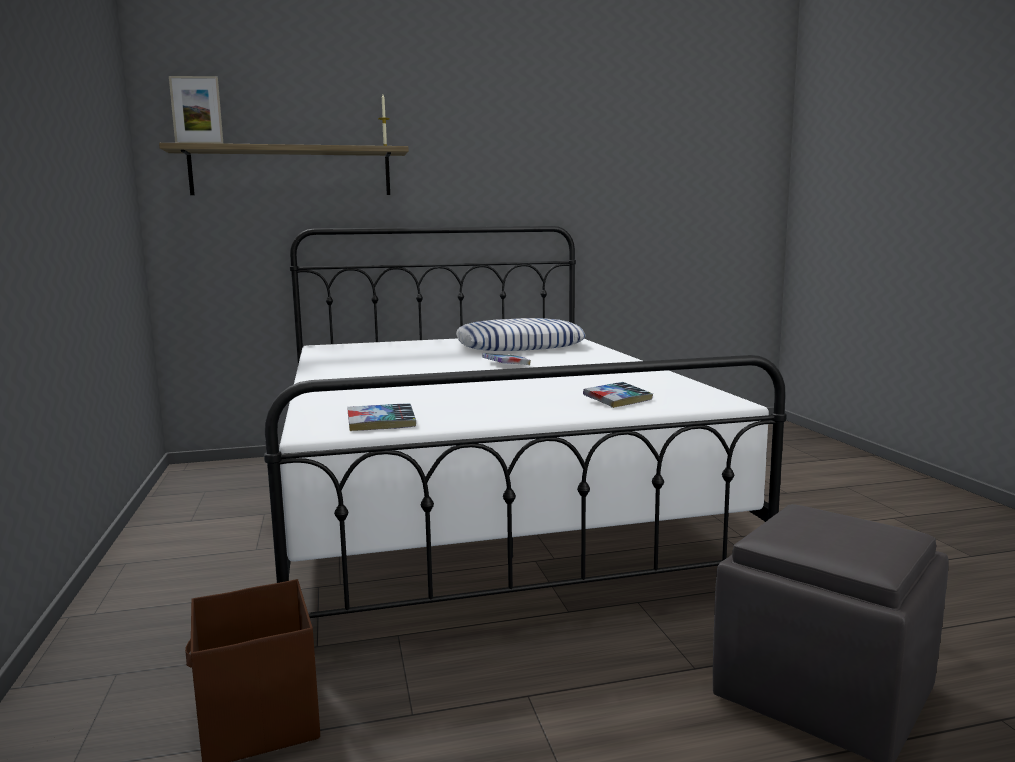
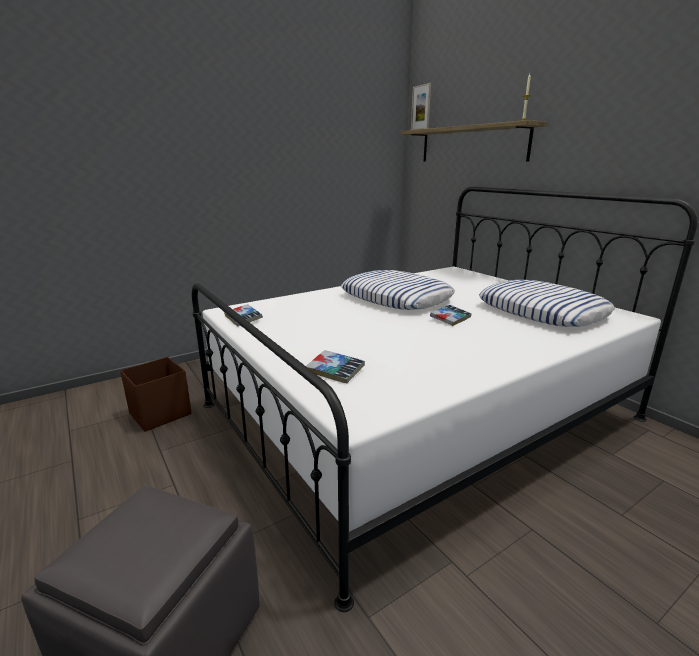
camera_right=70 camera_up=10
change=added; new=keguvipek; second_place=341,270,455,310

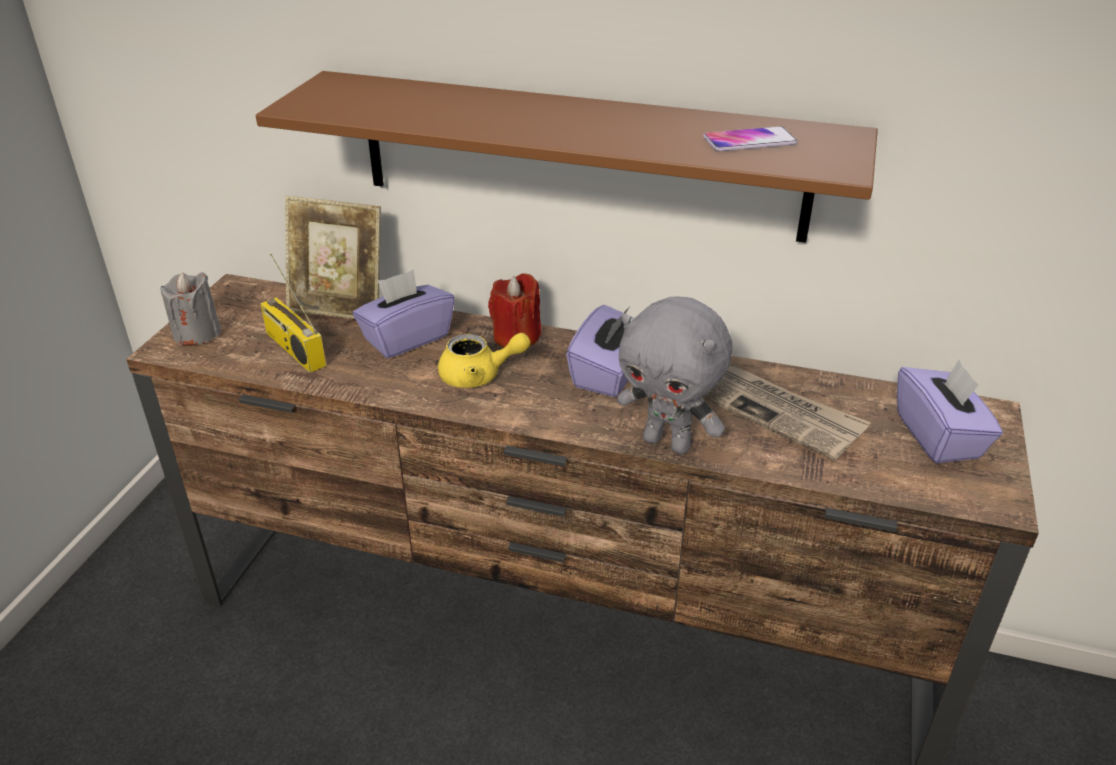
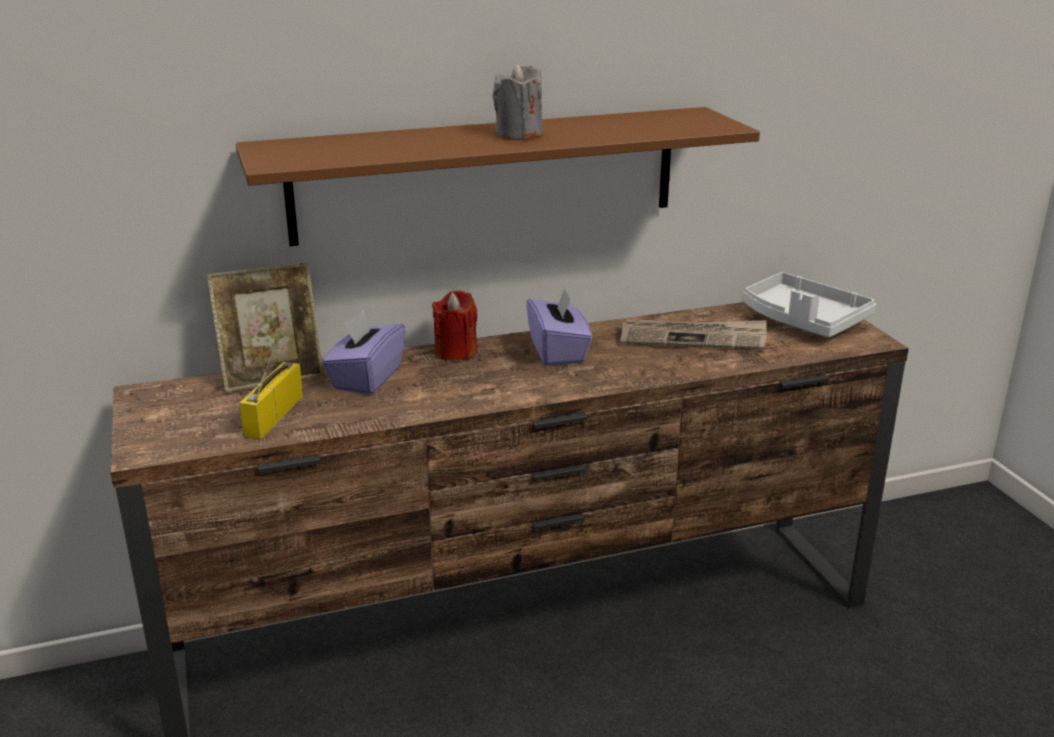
camera_right=-35 camera_up=-10
change=removed; old=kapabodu; first_place=703,126,798,151
change=turned; old=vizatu; first_place=260,254,326,373; second_place=239,317,303,439; degrees=90
change=moved; old=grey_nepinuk; first_place=160,272,221,346; second_place=493,63,543,139
change=removed; old=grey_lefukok; first_place=617,296,732,454
change=removed; old=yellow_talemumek; first_place=438,333,530,388
change=replaced; old=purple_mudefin; new=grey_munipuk; first_place=897,359,1003,463; second_place=743,272,876,338

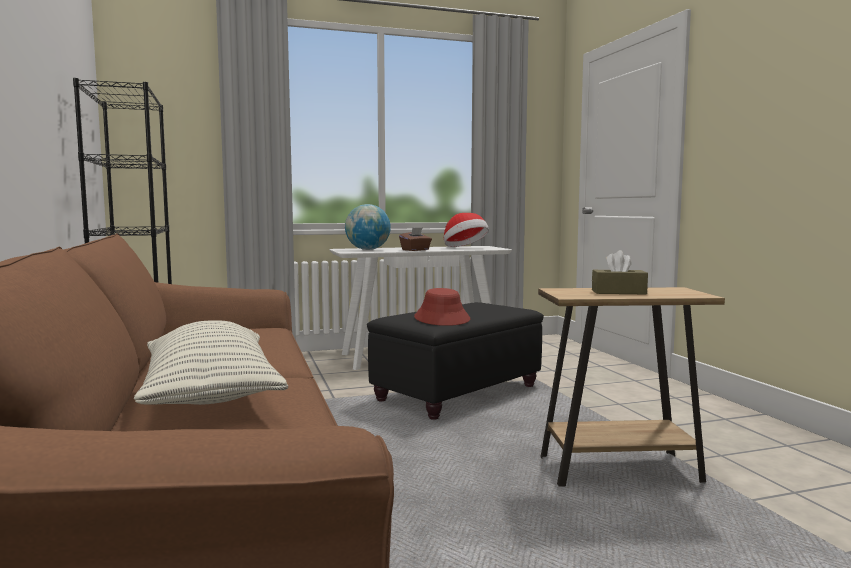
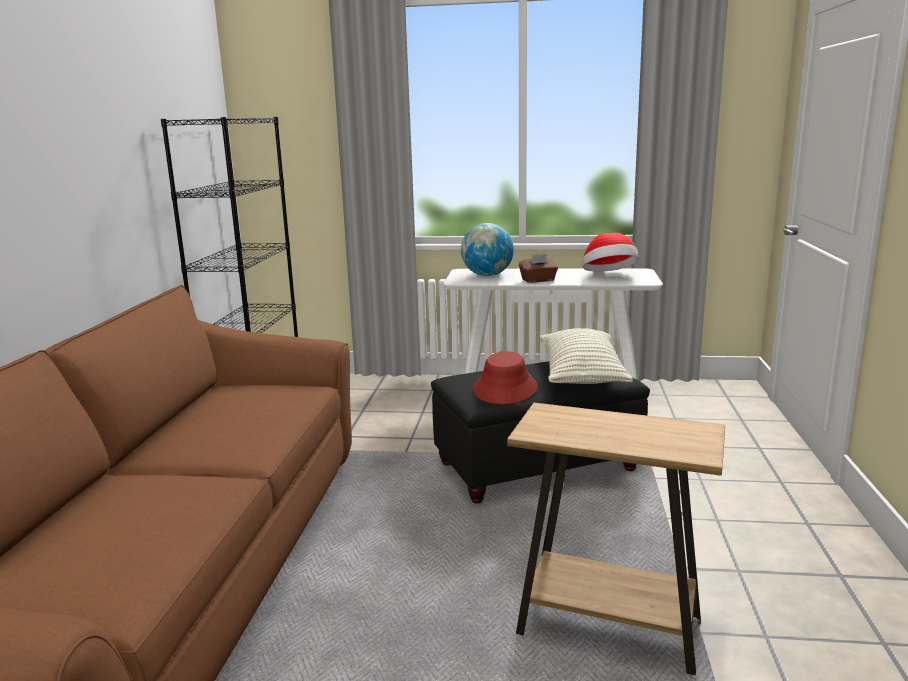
camera_right=25 camera_up=10
change=removed; old=brown_mudefin; first_place=592,250,648,294
change=moved; old=keguvipek; first_place=134,320,288,405; second_place=540,328,633,384

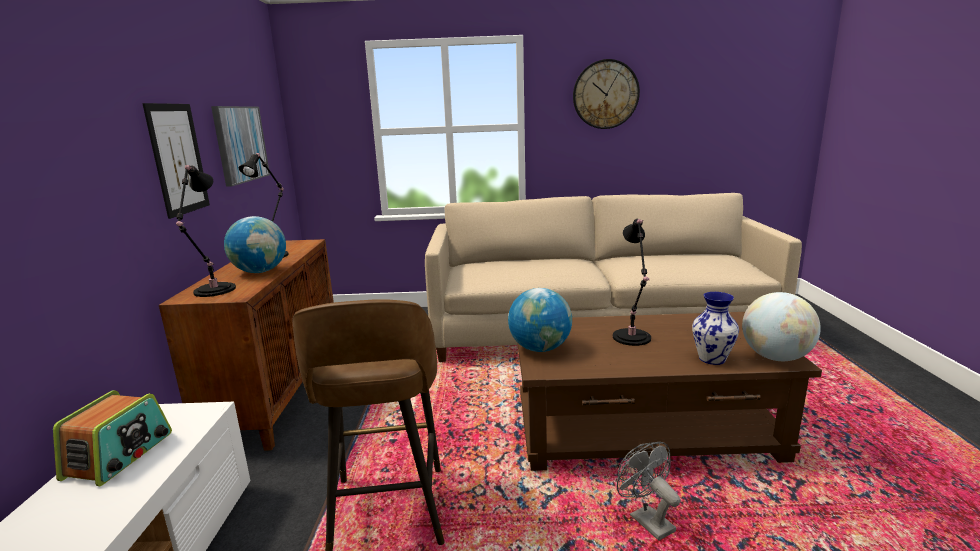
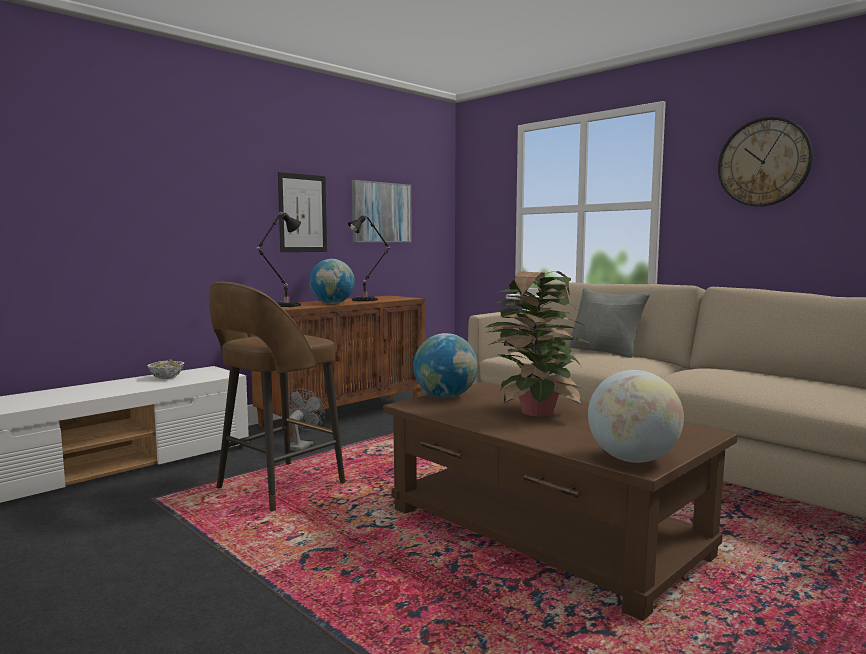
camera_right=45 camera_up=-10
change=replaced; old=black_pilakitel; new=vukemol; first_place=613,219,651,346; second_place=485,271,591,416
change=removed; old=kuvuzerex; first_place=692,292,739,365
change=replaced; old=vizatu; new=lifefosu; first_place=53,390,172,486; second_place=147,359,185,379
change=moved; old=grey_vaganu; first_place=617,442,681,541; second_place=288,389,325,451
change=added; new=grey_keguvipek; second_place=569,288,650,358

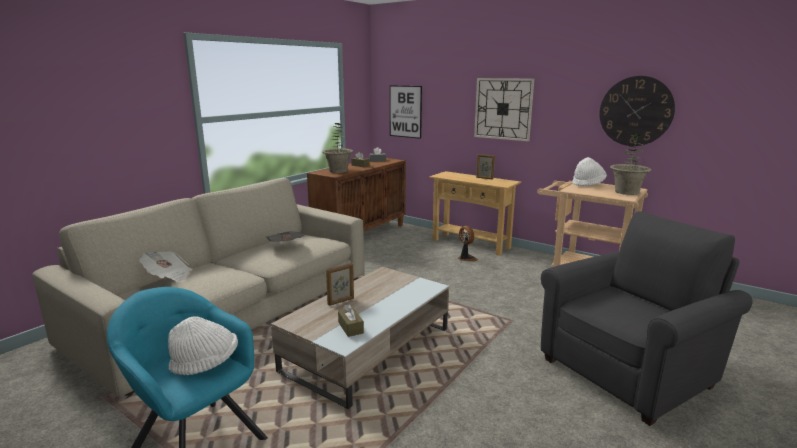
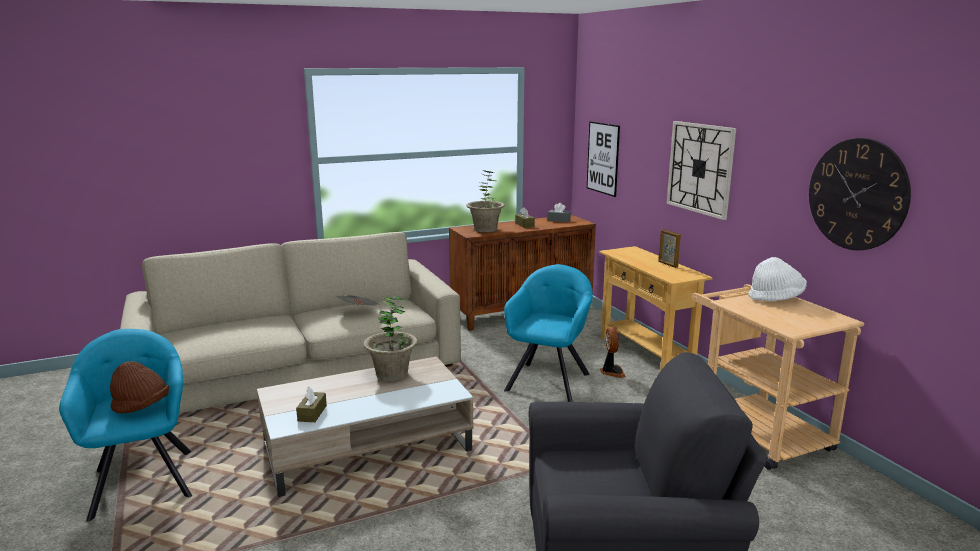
camera_right=30 camera_up=0
change=moved; old=vukemol; first_place=610,134,652,195; second_place=363,296,418,381
change=removed; old=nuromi; first_place=139,251,192,282
change=removed; old=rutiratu; first_place=326,263,354,306
change=recoloured; old=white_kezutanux; new=brown_kezutanux; first_place=168,316,238,375; second_place=110,361,169,413
change=added; new=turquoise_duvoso; second_place=504,264,593,402

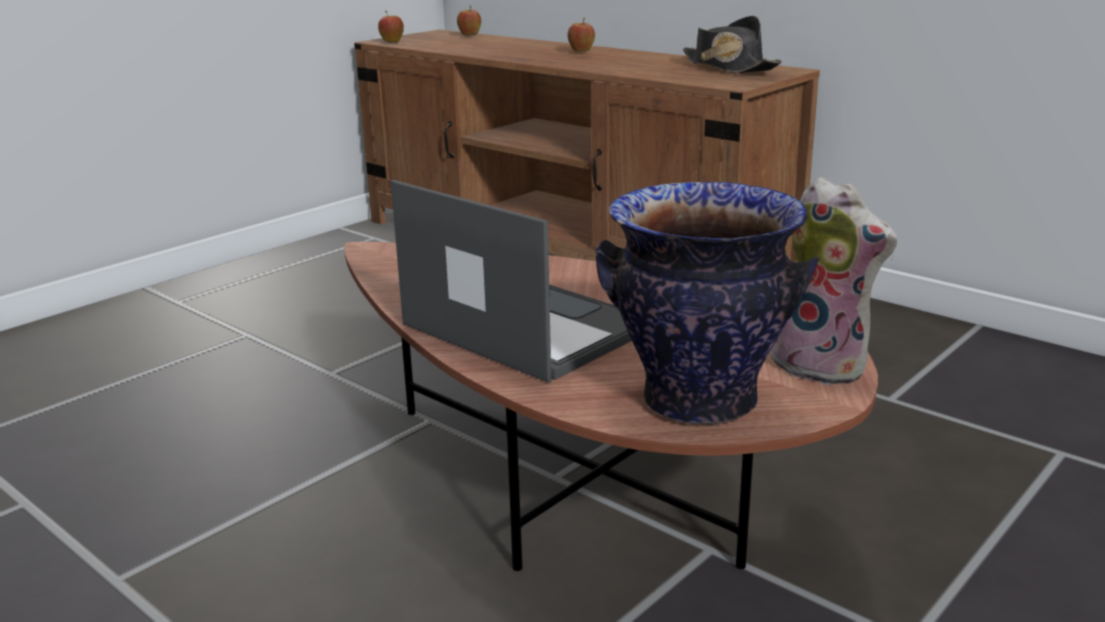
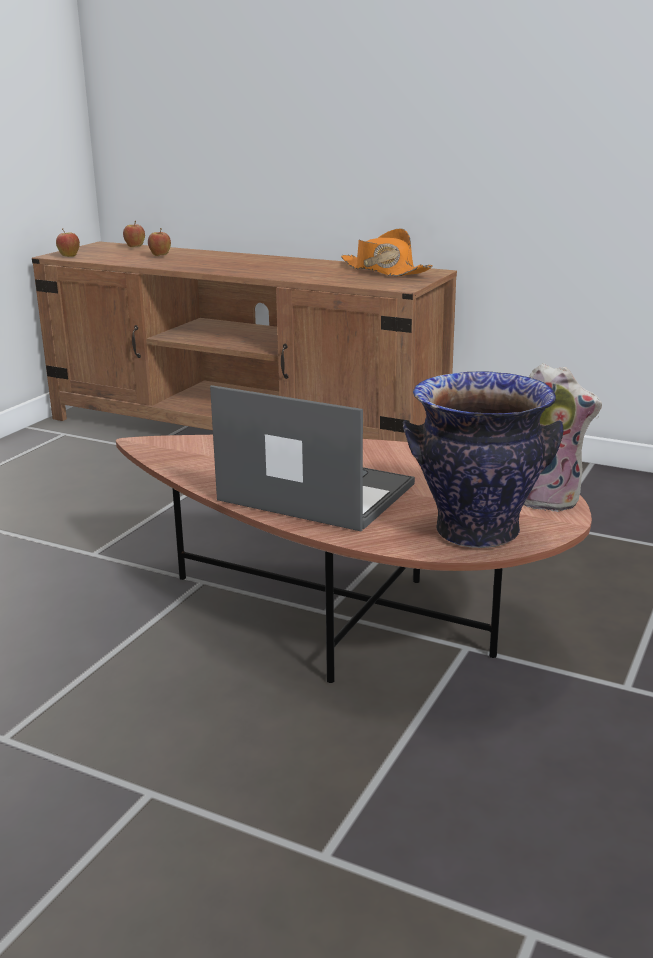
camera_right=-15 camera_up=0
change=recoloured; old=black_kezutanux; new=orange_kezutanux; first_place=683,16,782,73; second_place=341,229,433,276
change=moved; old=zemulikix; first_place=568,18,595,52; second_place=148,228,171,256

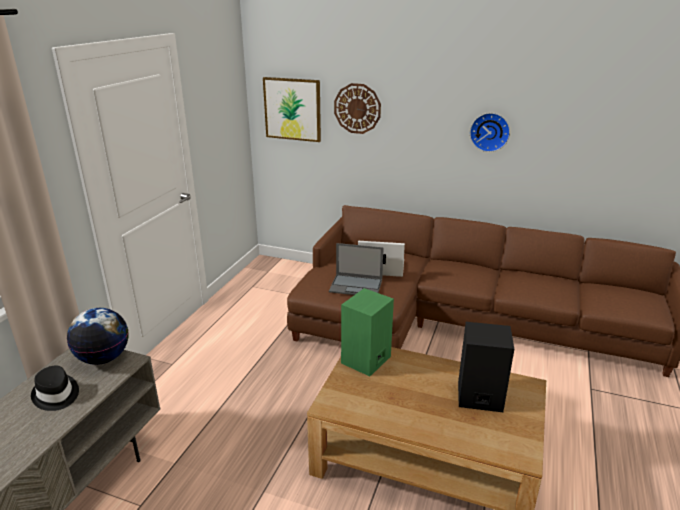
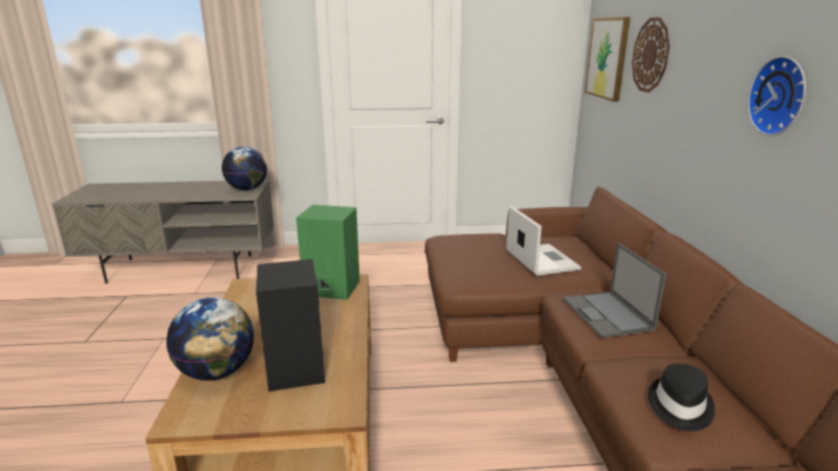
camera_right=65 camera_up=-5
change=moved; old=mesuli; first_place=329,243,384,295; second_place=563,243,666,338
change=moved; old=black_kezutanux; first_place=31,365,79,411; second_place=648,363,715,431
change=added; new=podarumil; second_place=166,297,254,380

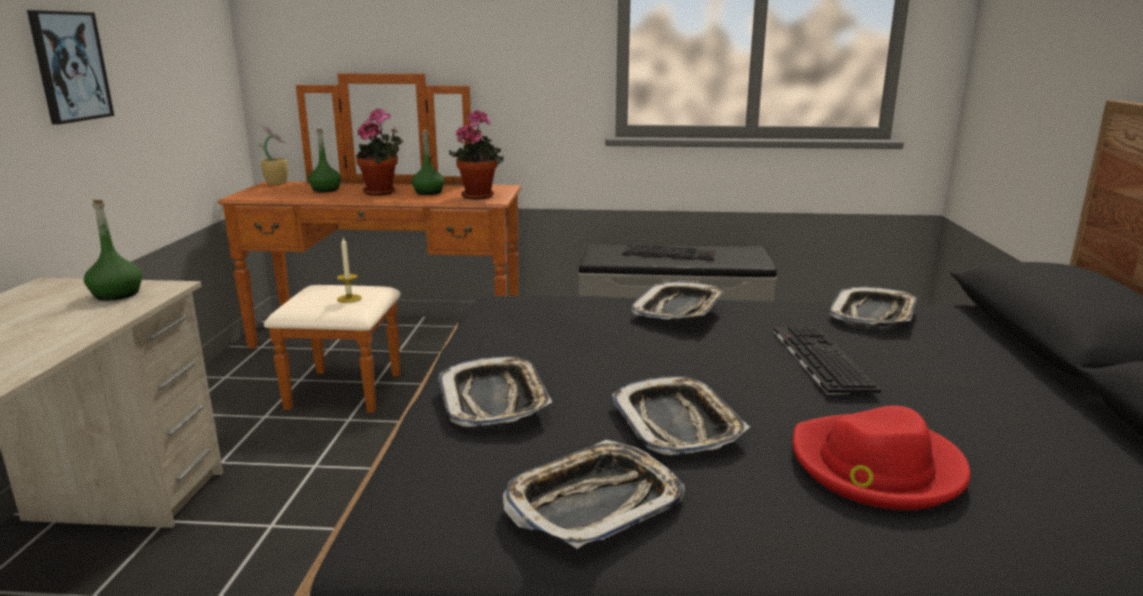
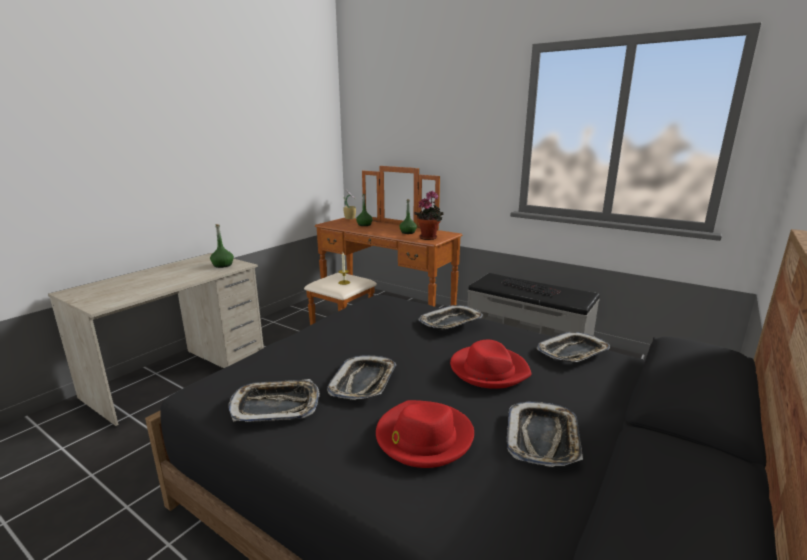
camera_right=30 camera_up=0
change=removed; old=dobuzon; first_place=27,10,114,124
change=removed; old=vukemol; first_place=356,108,403,195
change=replaced; old=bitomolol; new=red_kezutanux; first_place=773,326,881,395; second_place=450,340,531,389
change=moved; old=munipuk; first_place=439,356,552,427; second_place=506,402,583,467

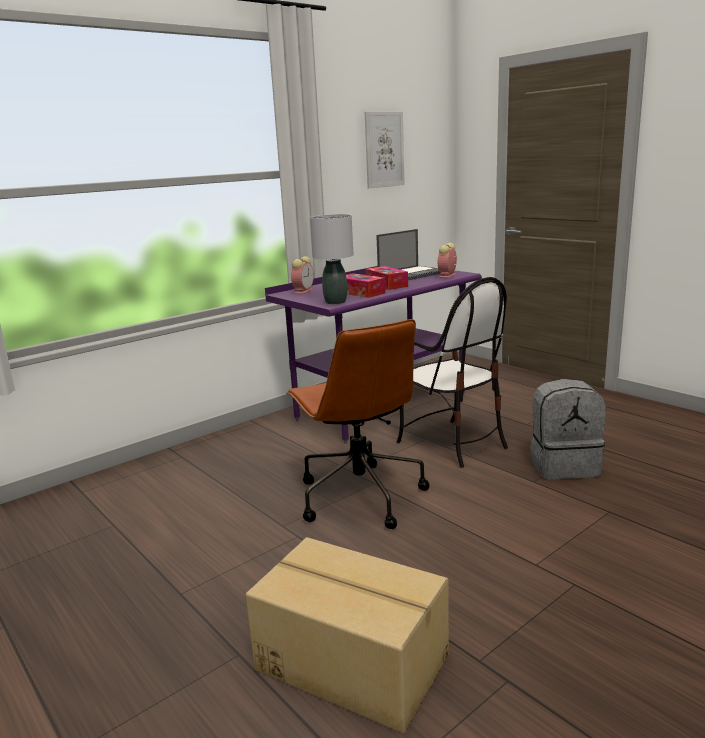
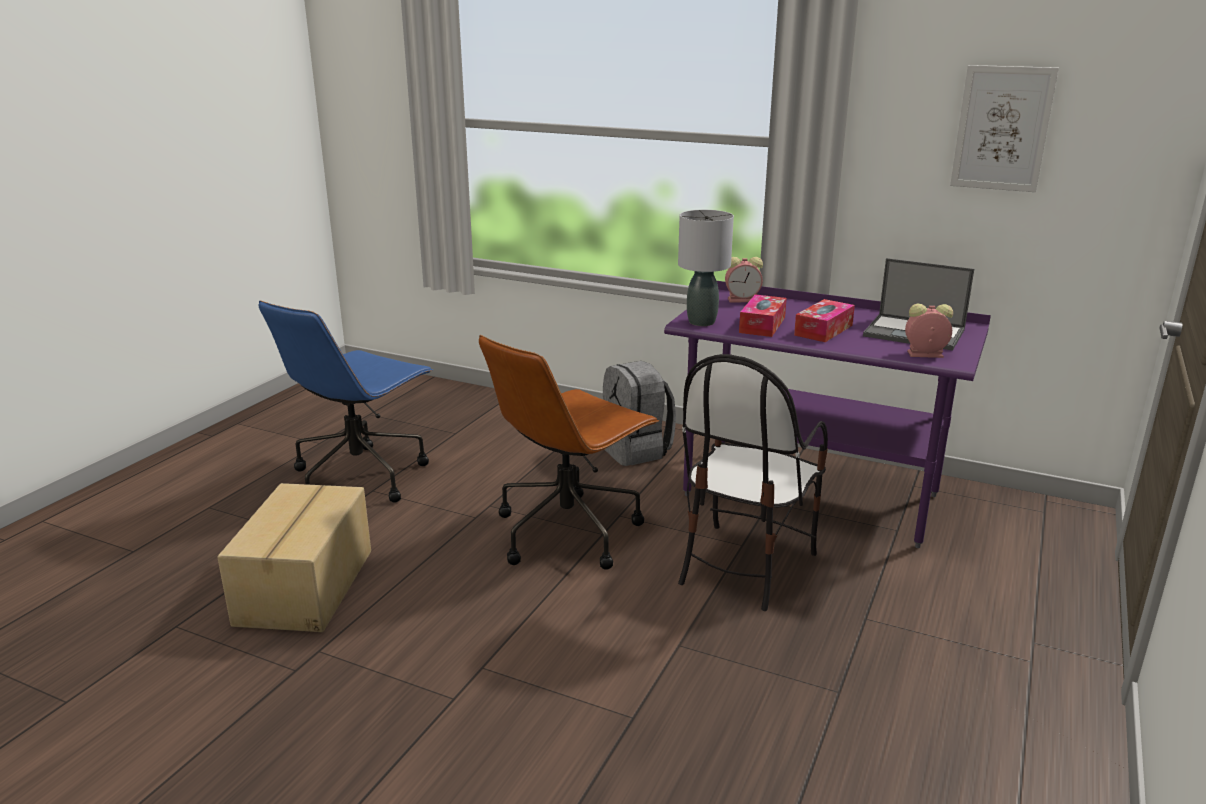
camera_right=65 camera_up=5
change=moved; old=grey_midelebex; first_place=530,379,606,479; second_place=603,361,676,466
change=added; new=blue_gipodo; second_place=259,300,433,503

